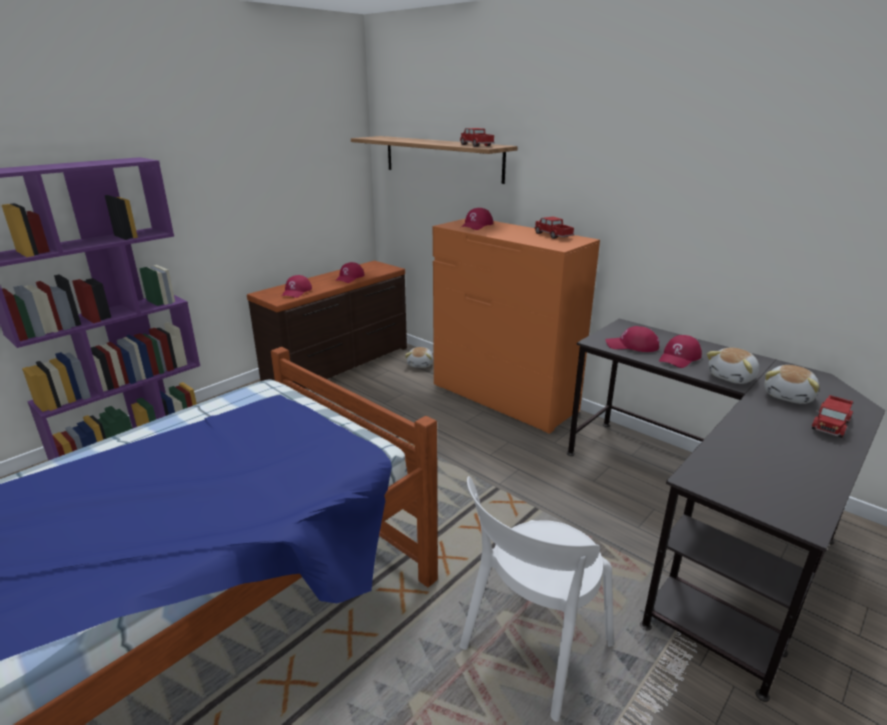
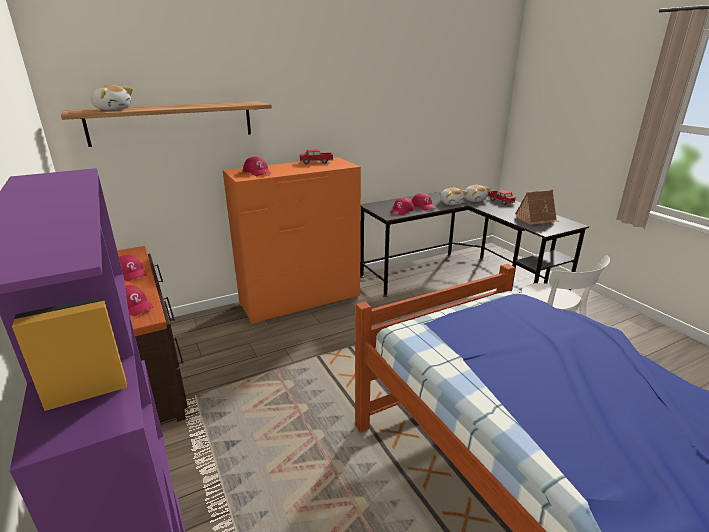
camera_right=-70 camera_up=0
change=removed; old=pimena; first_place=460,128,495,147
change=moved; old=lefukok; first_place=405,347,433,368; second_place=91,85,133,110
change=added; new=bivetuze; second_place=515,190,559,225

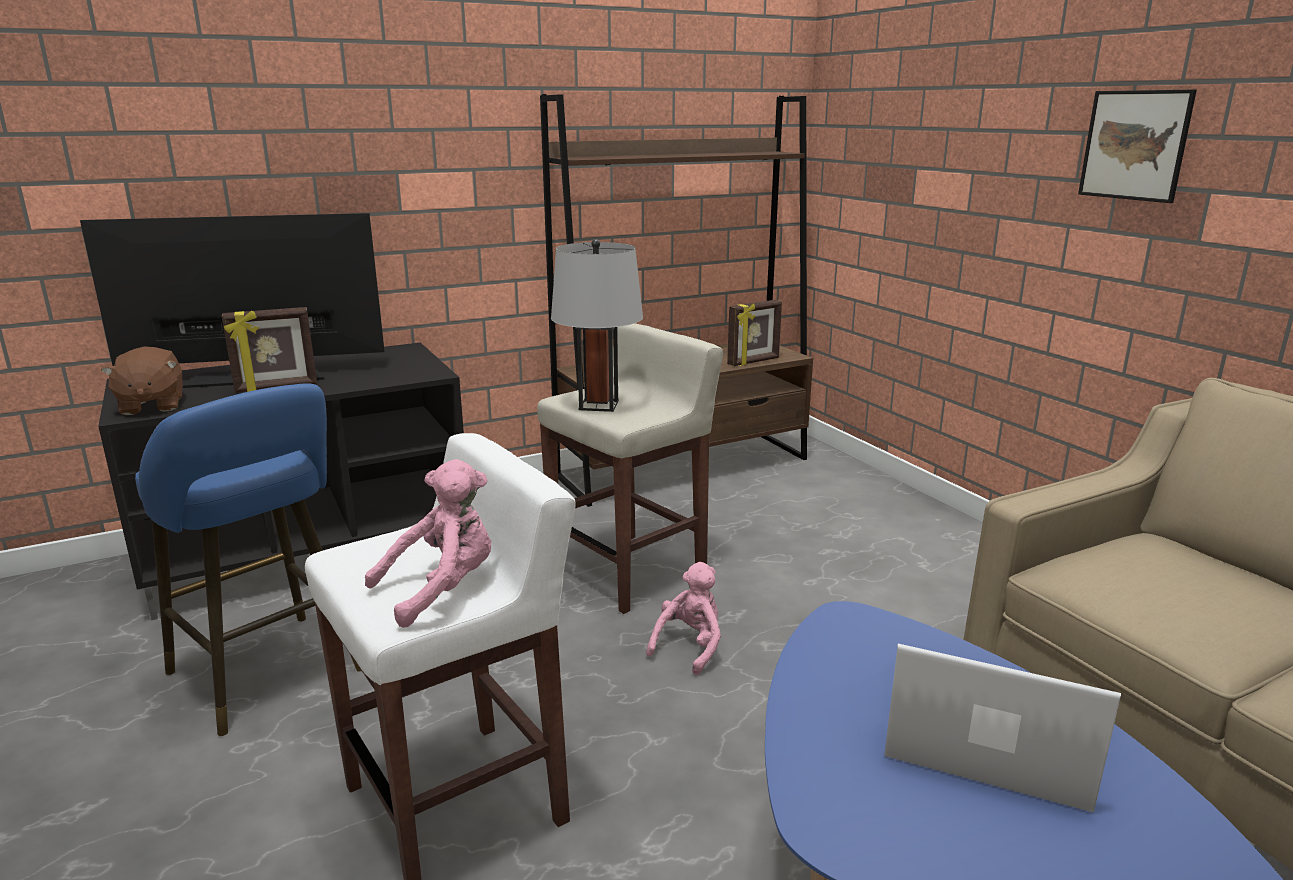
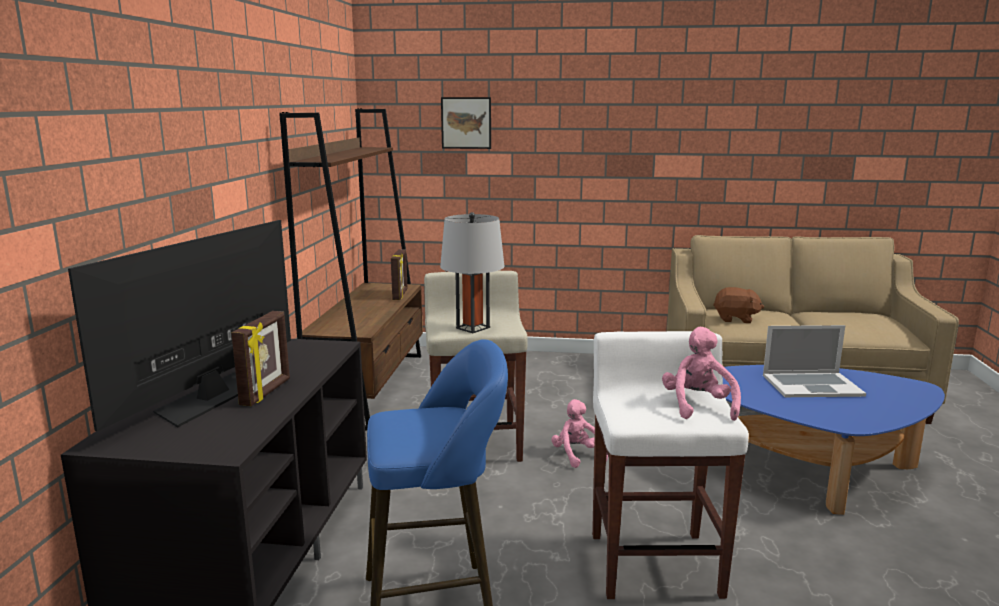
camera_right=-55 camera_up=-5
change=moved; old=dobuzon; first_place=1078,90,1197,203; second_place=441,97,491,149
change=moved; old=brown_lefukok; first_place=101,346,183,415; second_place=713,287,764,323
change=turned; old=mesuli; first_place=884,644,1121,813; second_place=763,325,866,397; degrees=-150

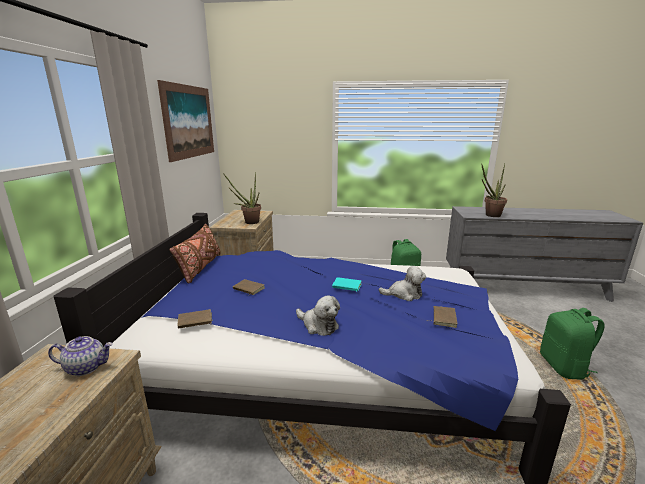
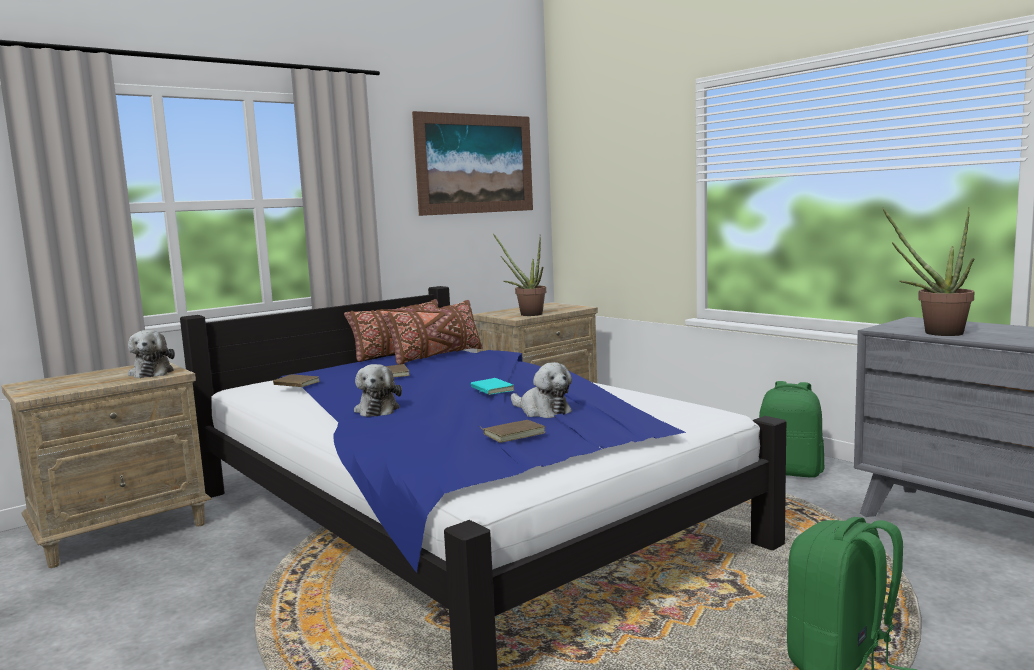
camera_right=45 camera_up=-10
change=replaced; old=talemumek; new=lefukok; first_place=48,336,113,376; second_place=128,330,175,378
change=added; new=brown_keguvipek; second_place=382,300,483,365

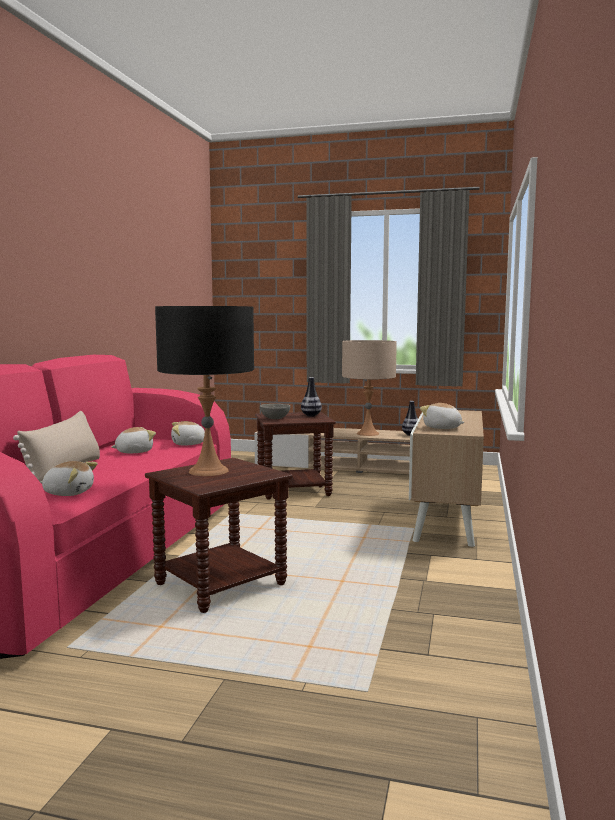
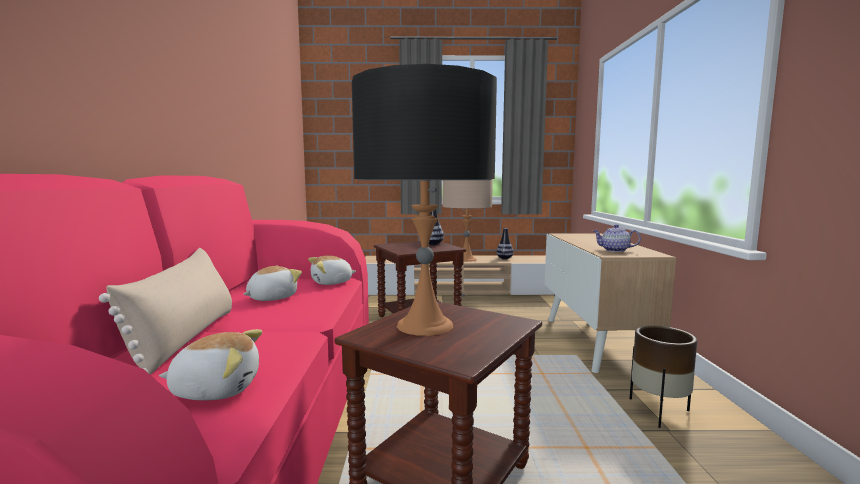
camera_right=-15 camera_up=0
change=replaced; old=lefukok; new=talemumek; first_place=420,403,464,429; second_place=593,224,641,252
change=removed; old=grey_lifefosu; first_place=260,404,290,419
change=added; new=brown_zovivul; second_place=630,325,697,428

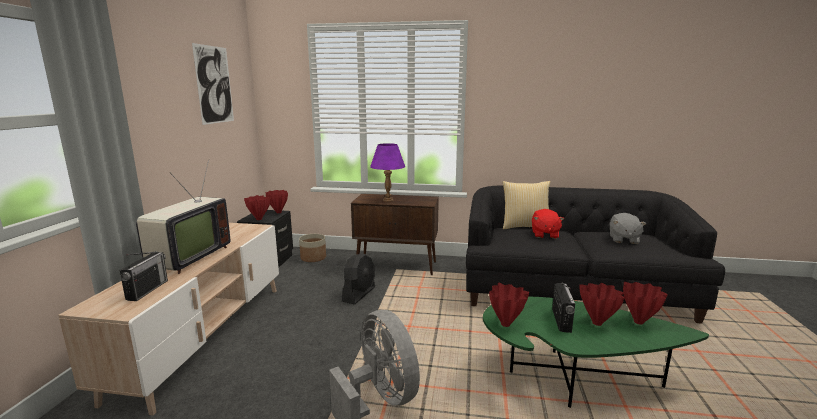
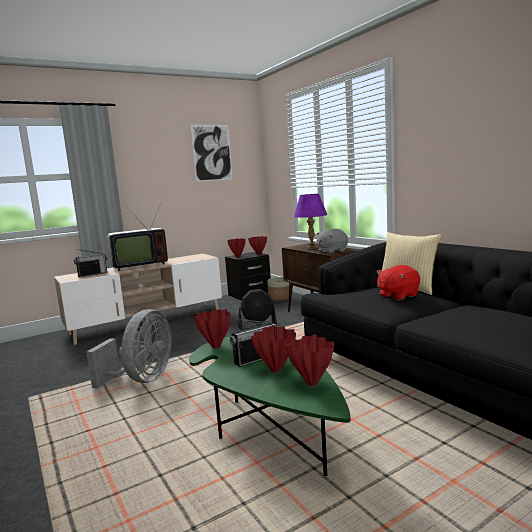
camera_right=50 camera_up=-5
change=moved; old=grey_lefukok; first_place=610,213,646,244; second_place=317,229,348,254

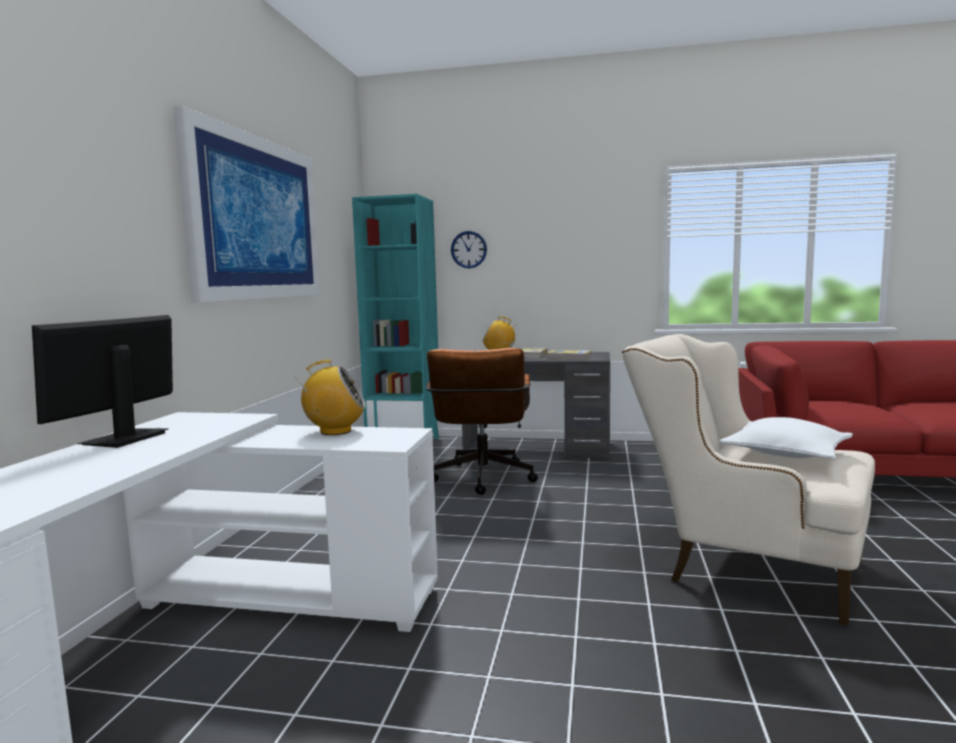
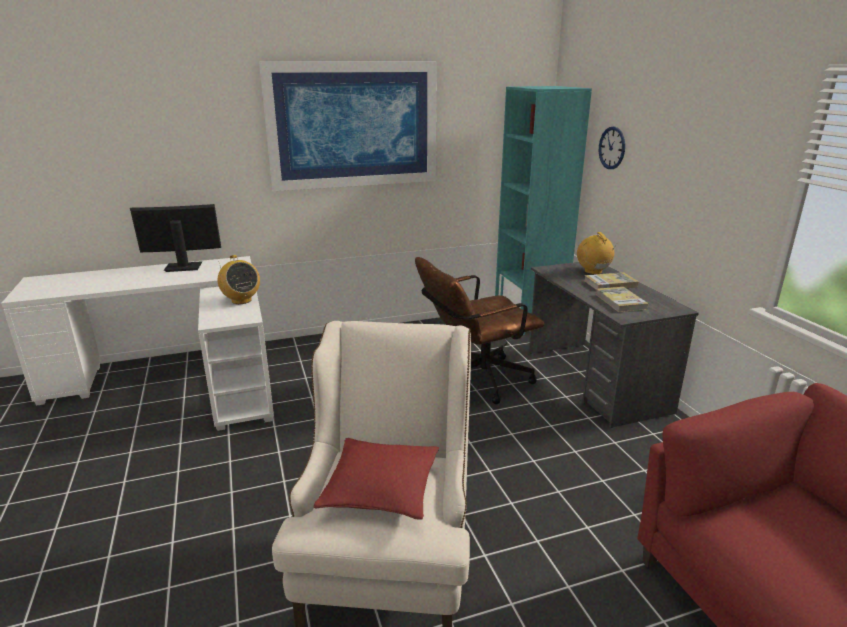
camera_right=60 camera_up=15
change=recoloured; old=white_keguvipek; new=red_keguvipek; first_place=720,417,853,459; second_place=313,438,439,520

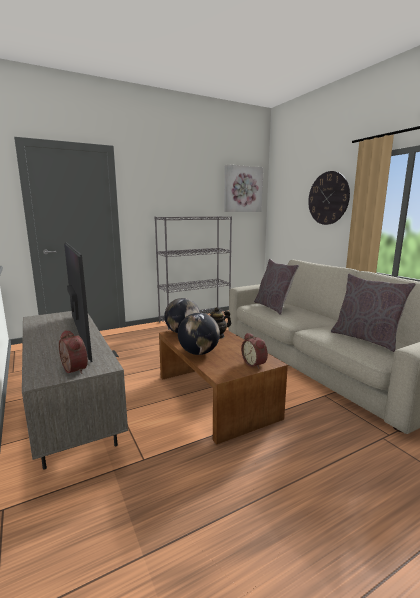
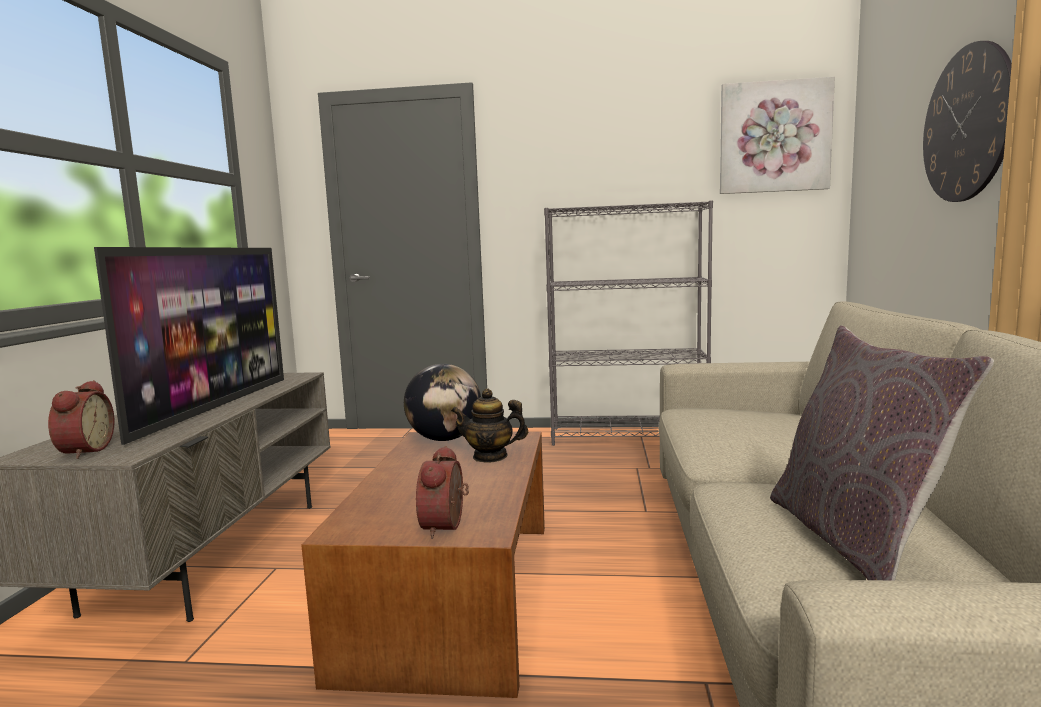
camera_right=35 camera_up=-5
change=removed; old=grey_keguvipek; first_place=254,259,299,315
change=removed; old=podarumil; first_place=178,313,220,355

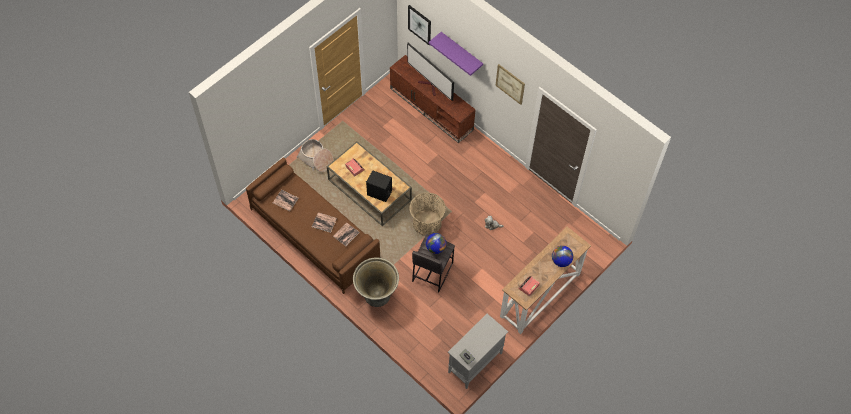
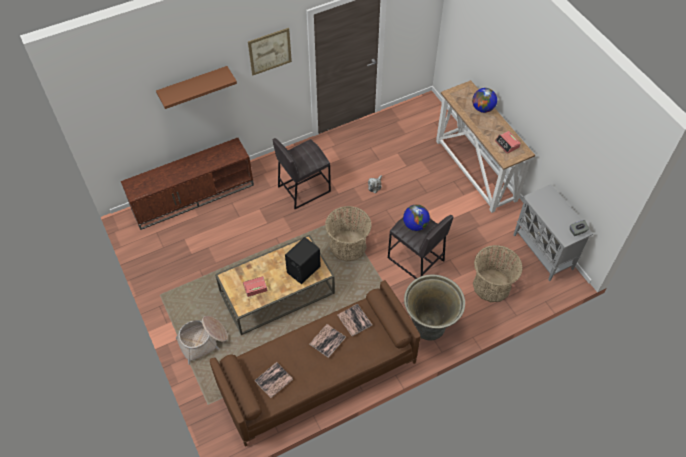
camera_right=-70 camera_up=-5
change=removed; old=dobuzon; first_place=408,5,431,45
change=recoloured; old=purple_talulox; new=brown_talulox; first_place=428,32,483,76; second_place=156,66,237,109
change=removed; old=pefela; first_place=407,43,454,101
change=added; new=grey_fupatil; second_place=273,138,331,209
change=added; new=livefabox; second_place=473,245,523,302

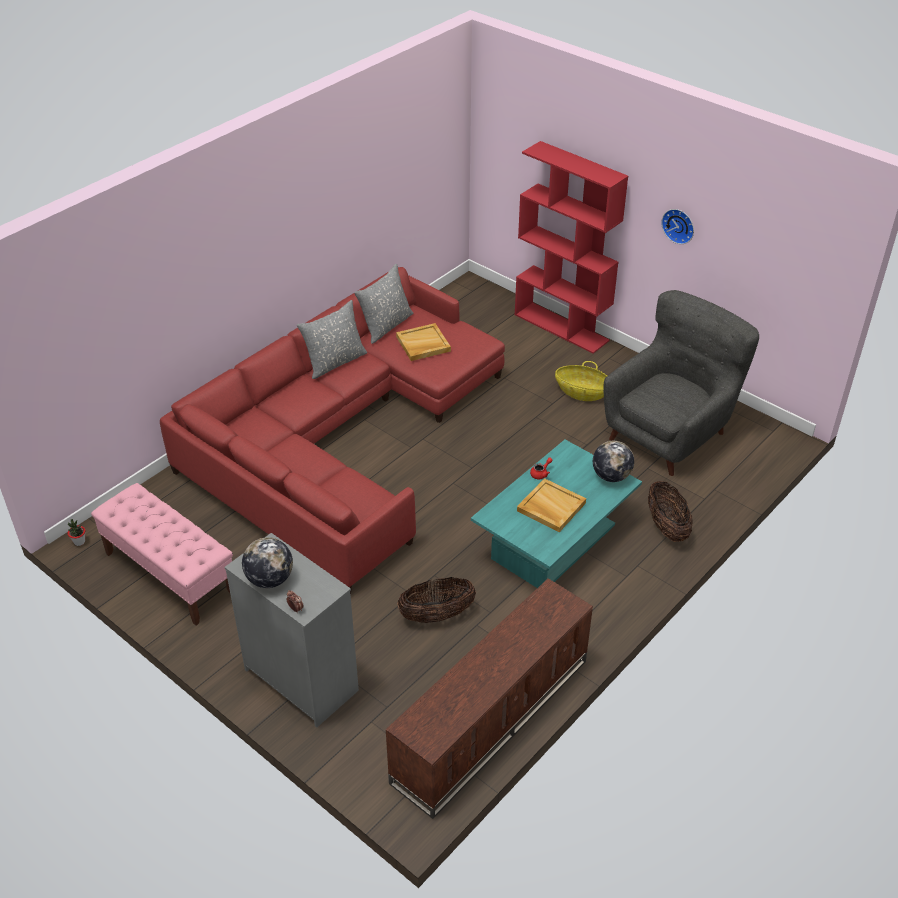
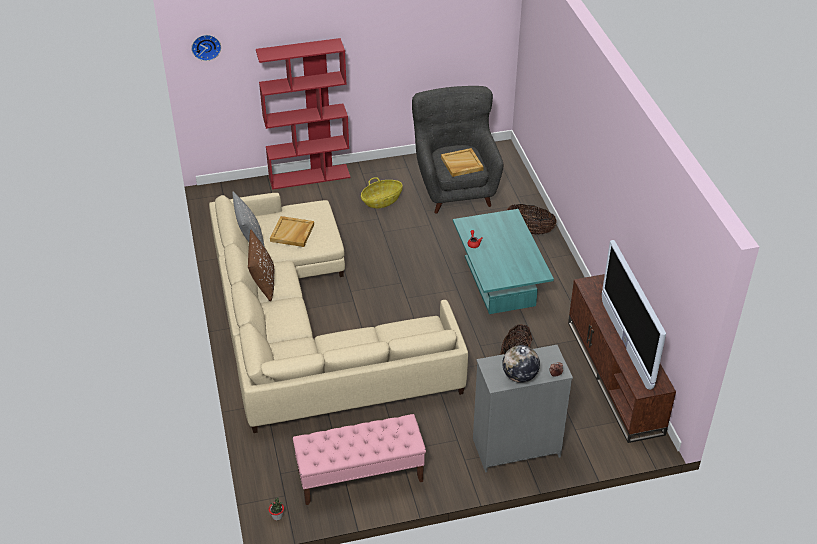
camera_right=-55 camera_up=0
change=moved; old=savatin; first_place=661,209,694,244; second_place=191,35,221,61
change=recoloured; old=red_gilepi; new=beige_gilepi; first_place=160,267,505,594; second_place=209,193,468,433
change=recoloured; old=grey_keguvipek; new=brown_keguvipek; first_place=297,300,367,379; second_place=248,230,274,301
change=removed; old=podarumil; first_place=593,441,634,482
change=moved; old=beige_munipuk; first_place=517,478,586,532; second_place=441,148,484,177
change=added; new=pefela; second_place=602,240,666,390

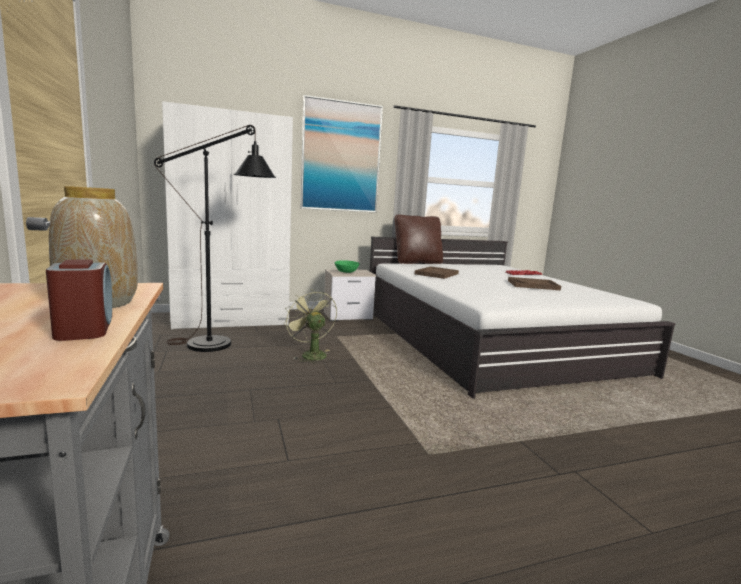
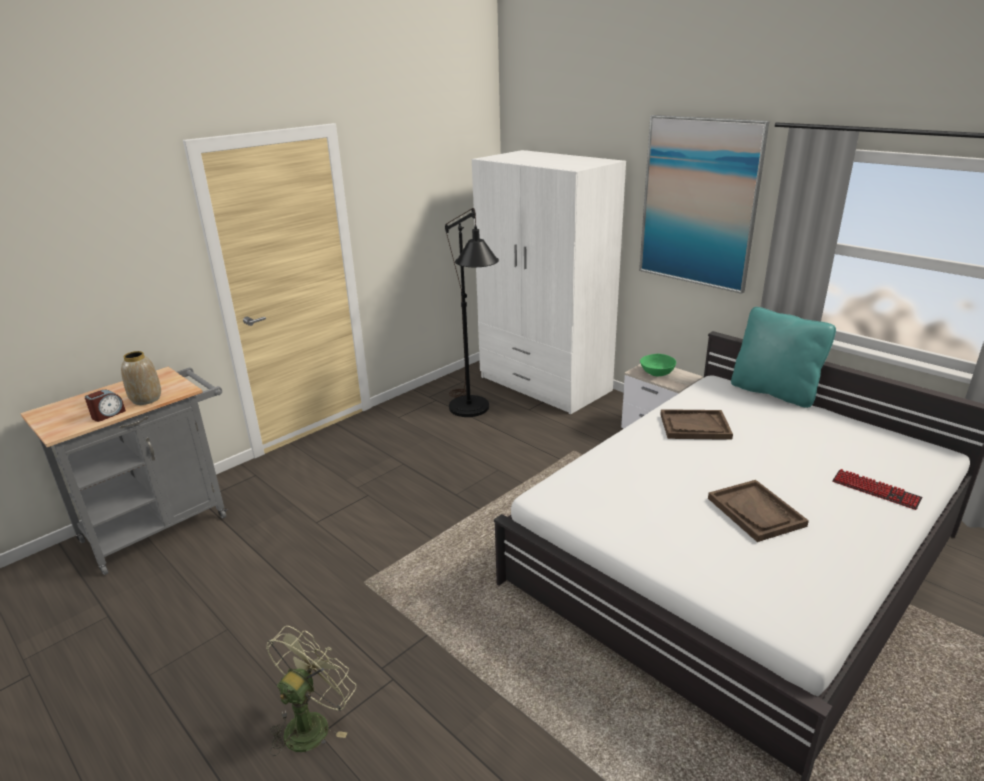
camera_right=65 camera_up=15
change=recoloured; old=brown_keguvipek; new=turquoise_keguvipek; first_place=395,215,443,264; second_place=731,307,836,408
change=moved; old=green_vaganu; first_place=284,289,337,364; second_place=266,626,356,756

